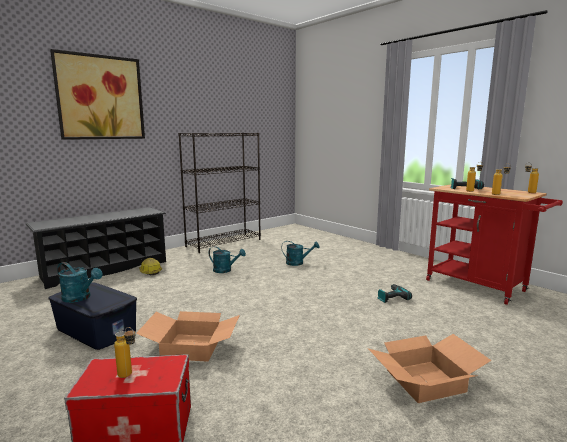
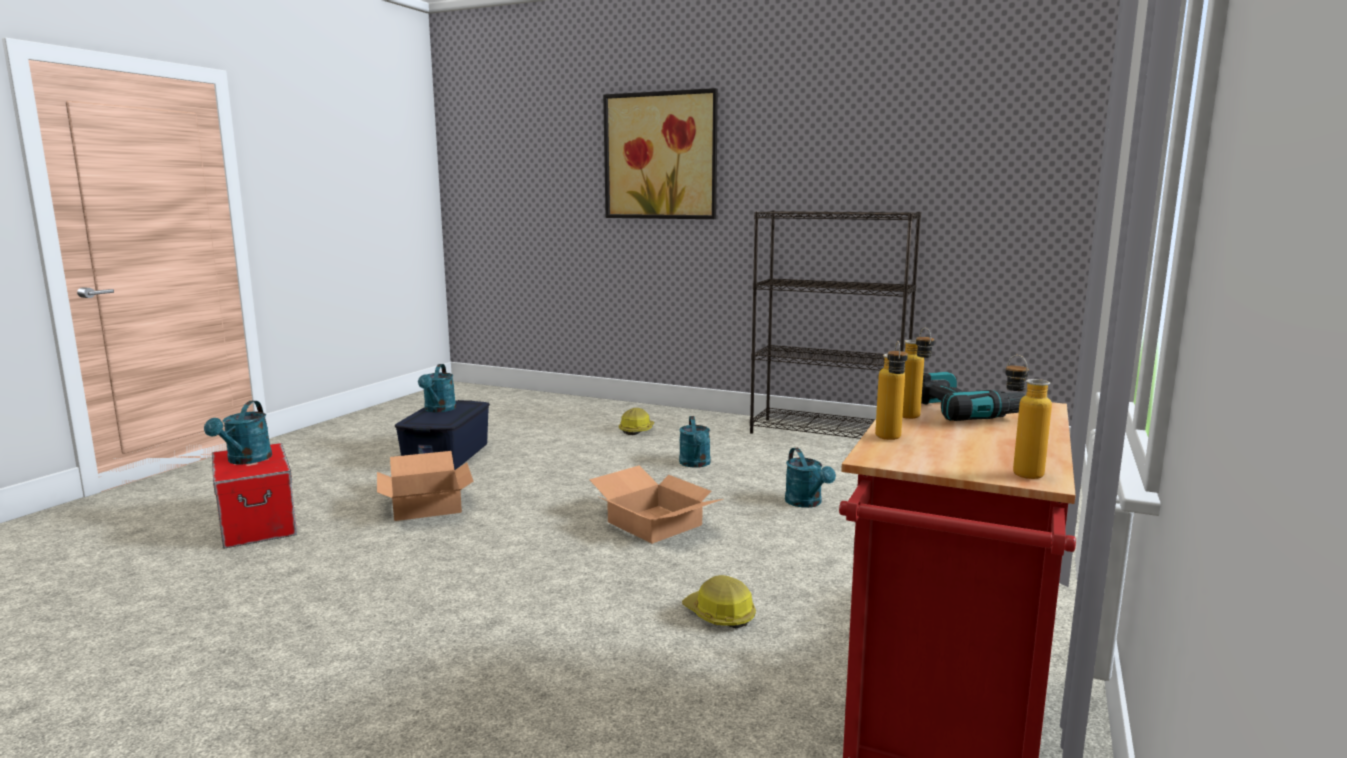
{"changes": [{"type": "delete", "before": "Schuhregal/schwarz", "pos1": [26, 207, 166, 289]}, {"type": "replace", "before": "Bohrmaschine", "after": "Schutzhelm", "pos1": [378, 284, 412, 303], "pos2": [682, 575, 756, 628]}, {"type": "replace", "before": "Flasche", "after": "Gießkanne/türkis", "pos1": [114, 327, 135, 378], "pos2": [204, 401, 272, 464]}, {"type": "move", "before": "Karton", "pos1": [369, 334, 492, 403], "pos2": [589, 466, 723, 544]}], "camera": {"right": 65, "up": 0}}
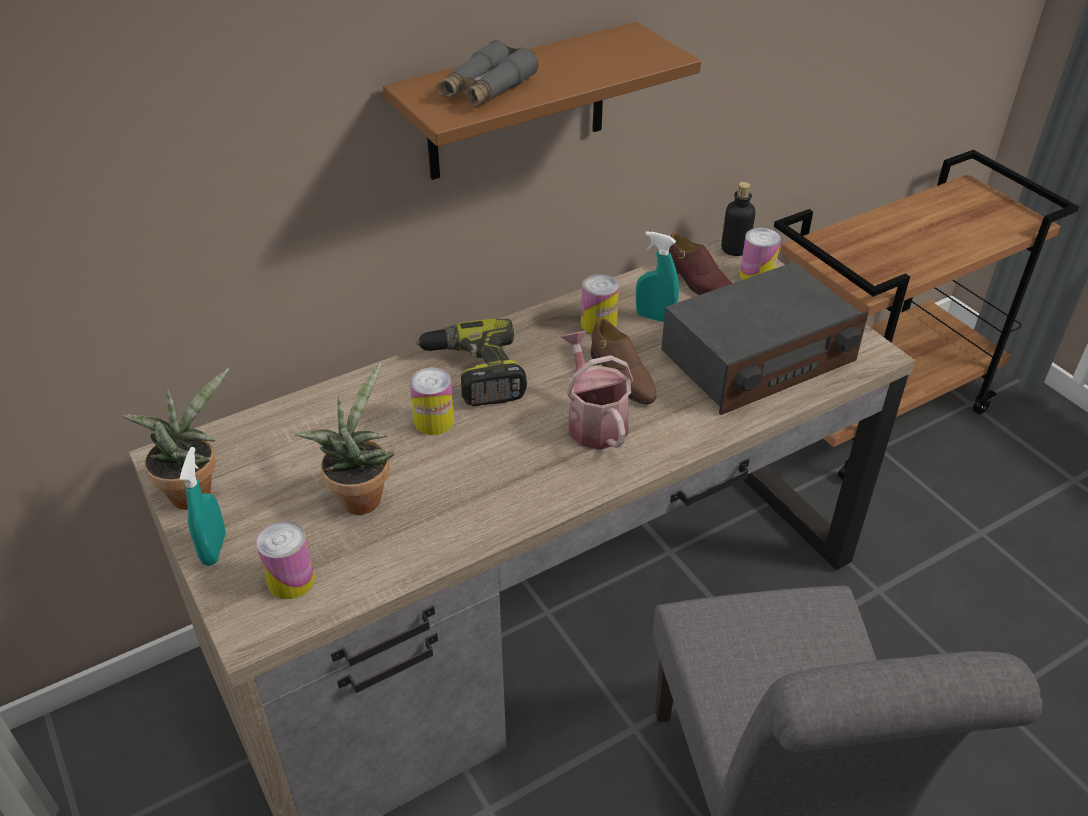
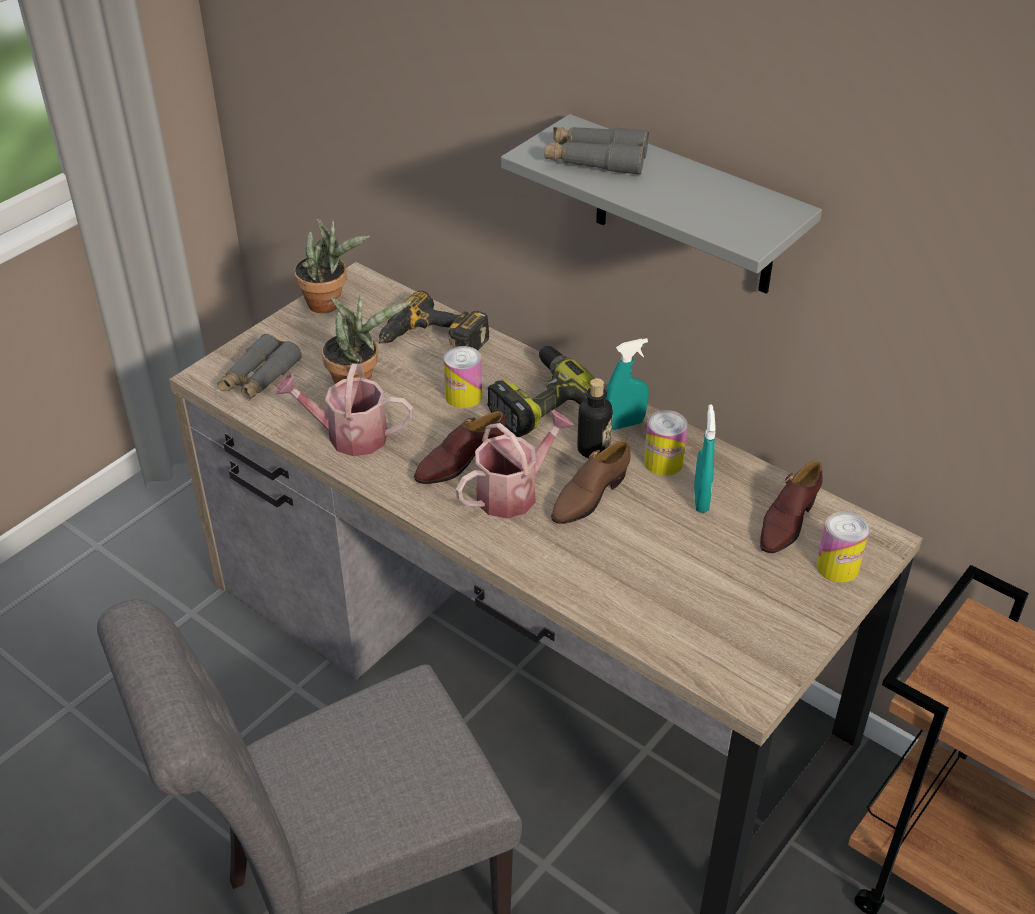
{"changes": [{"type": "recolor", "before": "Wandregal/braun", "after": "Wandregal/grau", "pos1": [383, 22, 701, 180], "pos2": [501, 114, 822, 294]}, {"type": "move", "before": "Flasche", "pos1": [721, 182, 755, 256], "pos2": [577, 378, 613, 459]}, {"type": "delete", "before": "Radio", "pos1": [661, 262, 869, 415]}, {"type": "move", "before": "Sprühflasche/türkis", "pos1": [179, 447, 226, 566], "pos2": [605, 338, 649, 430]}, {"type": "replace", "before": "Dose", "after": "Fernglas/grau", "pos1": [256, 521, 315, 599], "pos2": [217, 334, 302, 401]}, {"type": "insert", "after": "Bohrmaschine", "pos2": [379, 291, 489, 350]}, {"type": "insert", "after": "Gießkanne", "pos2": [275, 363, 413, 456]}, {"type": "insert", "after": "Schuh/braun", "pos2": [414, 411, 505, 484]}], "camera": {"right": 70, "up": 0}}
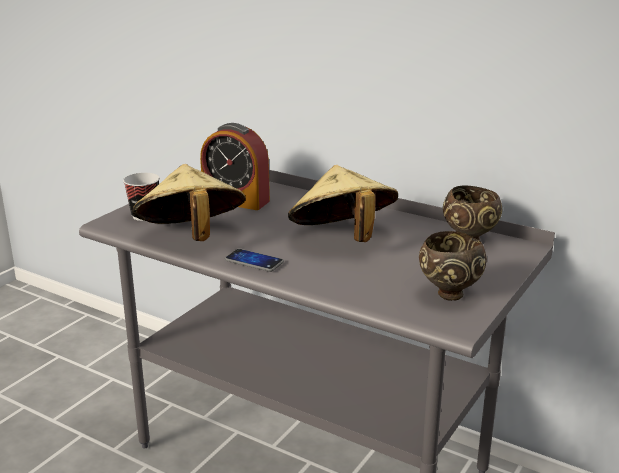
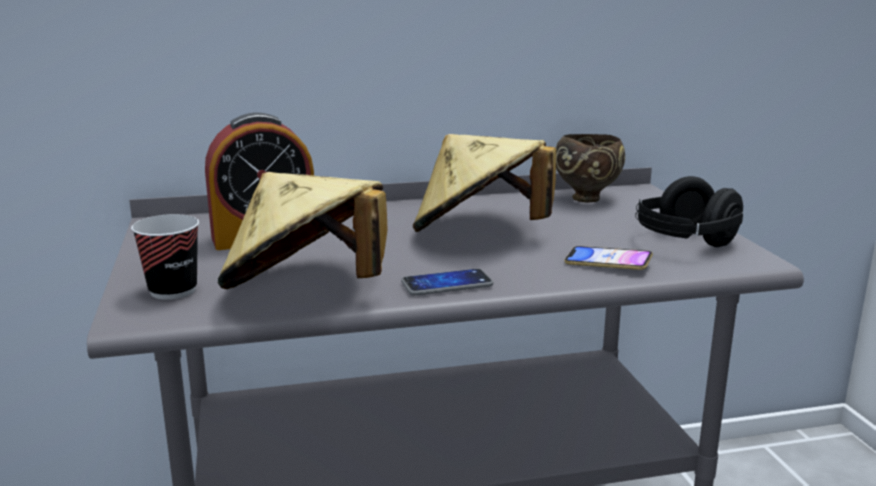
{"changes": [{"type": "replace", "before": "Schüssel/braun", "after": "Kopfhörer/schwarz", "pos1": [419, 231, 487, 301], "pos2": [635, 176, 743, 247]}, {"type": "insert", "after": "Handy", "pos2": [564, 246, 653, 270]}], "camera": {"right": -45, "up": -5}}
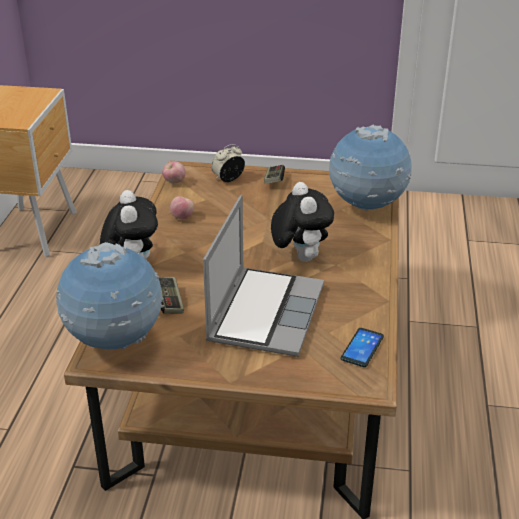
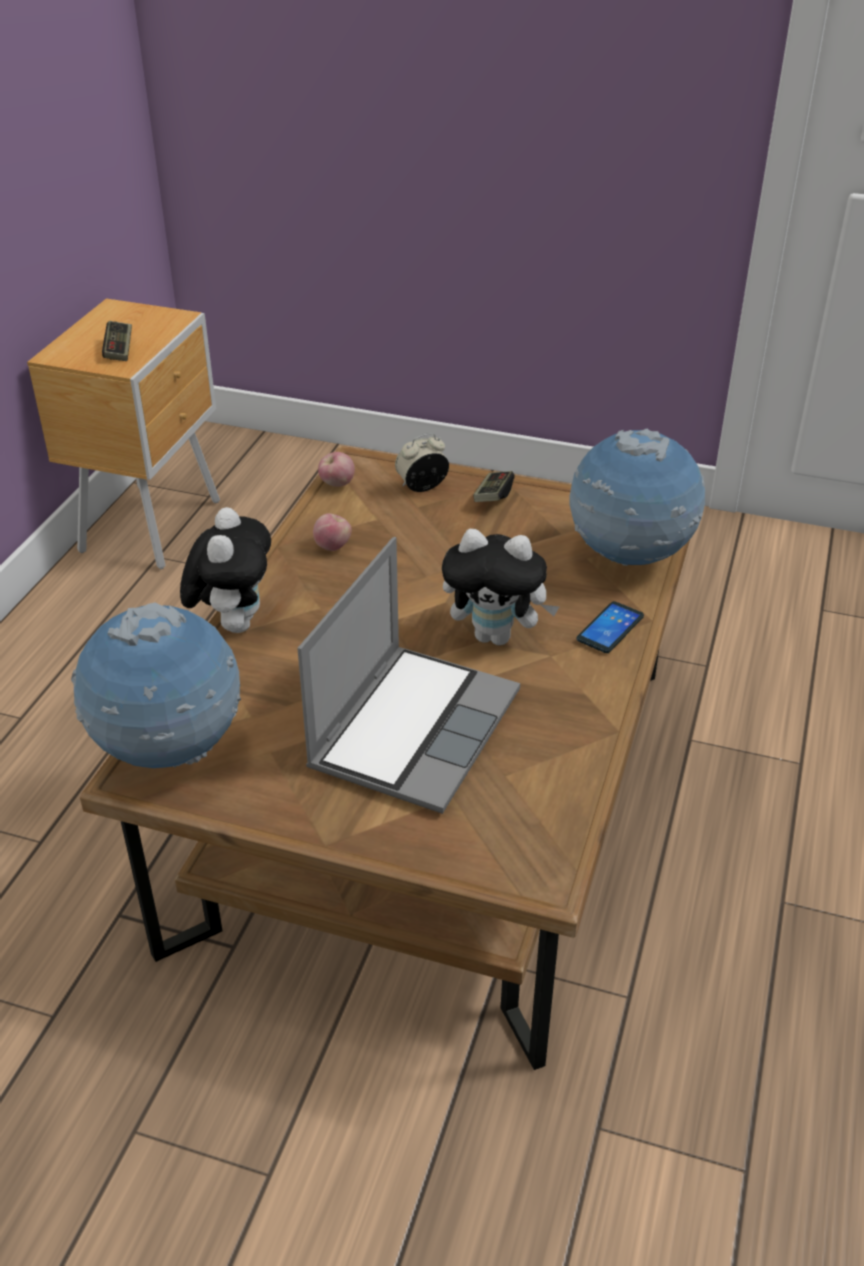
{"changes": [{"type": "rotate", "before": "Plüschtier", "pos1": [271, 182, 334, 262], "pos2": [442, 529, 559, 645], "turn": 105}, {"type": "move", "before": "Gamepad", "pos1": [159, 277, 184, 314], "pos2": [102, 321, 132, 361]}, {"type": "move", "before": "Handy", "pos1": [341, 328, 384, 367], "pos2": [576, 601, 644, 653]}], "camera": {"right": 10, "up": 5}}
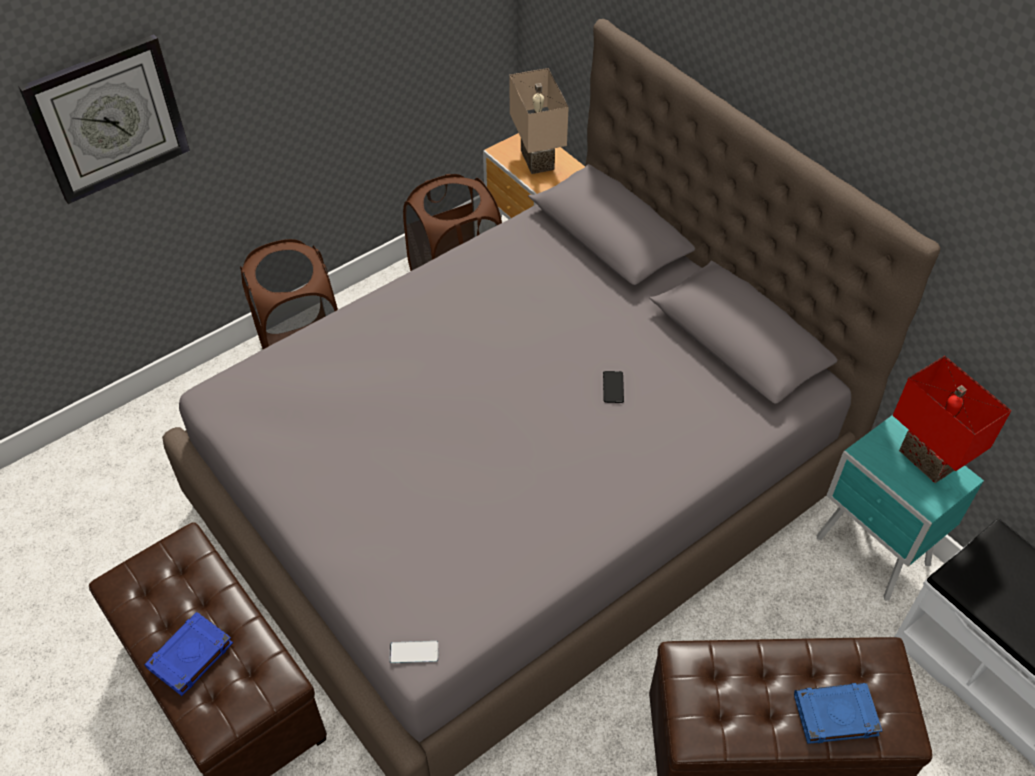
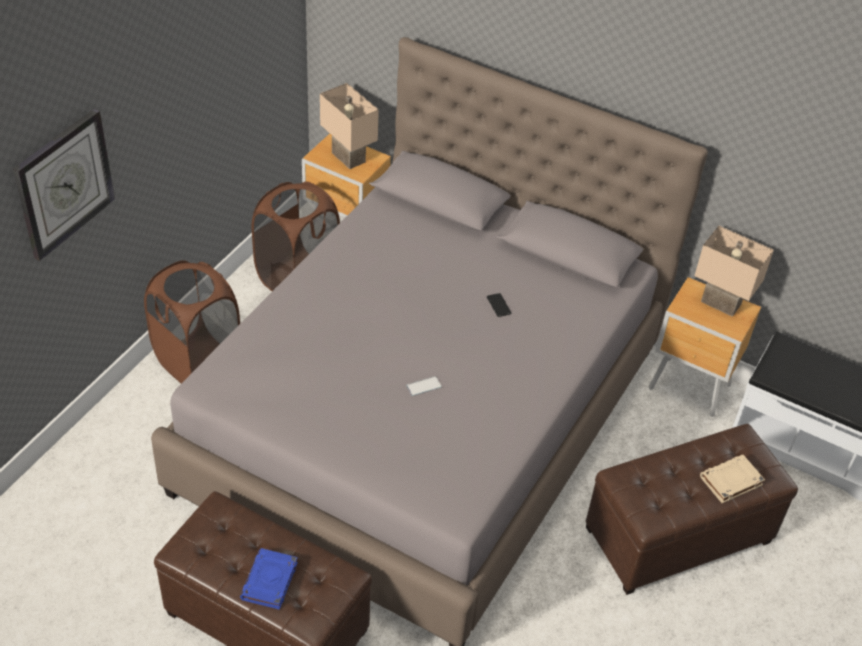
{"changes": [{"type": "recolor", "before": "Tischlampe/rot", "after": "Tischlampe/beige", "pos1": [893, 356, 1011, 483], "pos2": [695, 226, 774, 317]}, {"type": "recolor", "before": "Nachttisch/türkis", "after": "Nachttisch/braun", "pos1": [817, 415, 984, 600], "pos2": [649, 277, 761, 417]}, {"type": "move", "before": "Handy", "pos1": [389, 641, 438, 663], "pos2": [406, 376, 442, 396]}, {"type": "recolor", "before": "Buch/blau", "after": "Buch/beige", "pos1": [794, 683, 882, 744], "pos2": [700, 454, 765, 503]}], "camera": {"right": -25, "up": -5}}
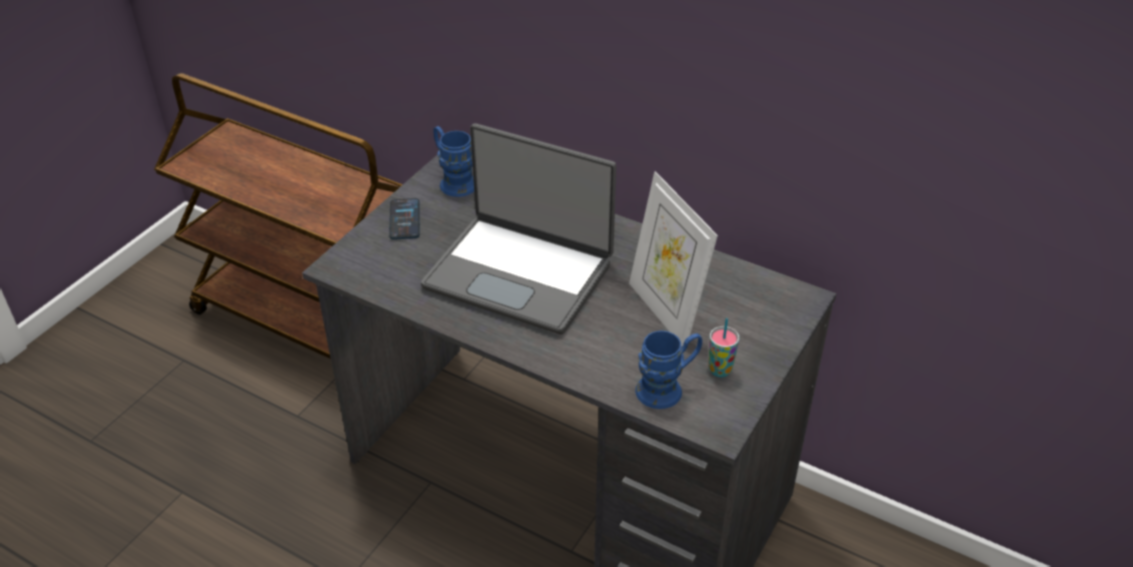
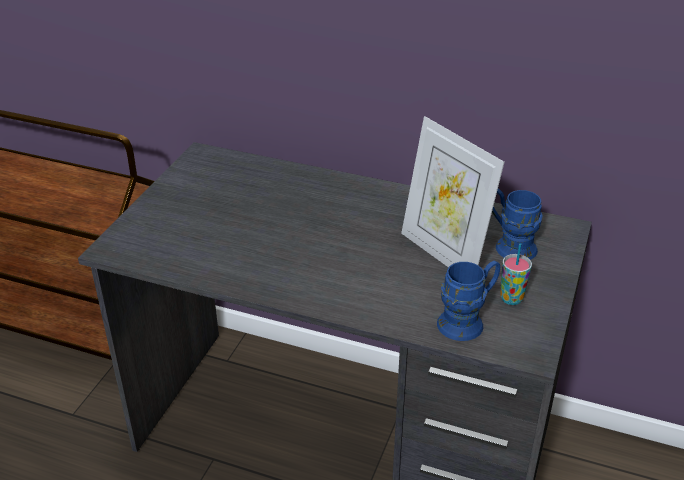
{"changes": [{"type": "delete", "before": "Laptop", "pos1": [421, 123, 617, 335]}, {"type": "move", "before": "Henkelbecher/blau", "pos1": [433, 126, 474, 197], "pos2": [492, 189, 543, 260]}, {"type": "delete", "before": "Handy", "pos1": [389, 198, 420, 240]}], "camera": {"right": -10, "up": -5}}
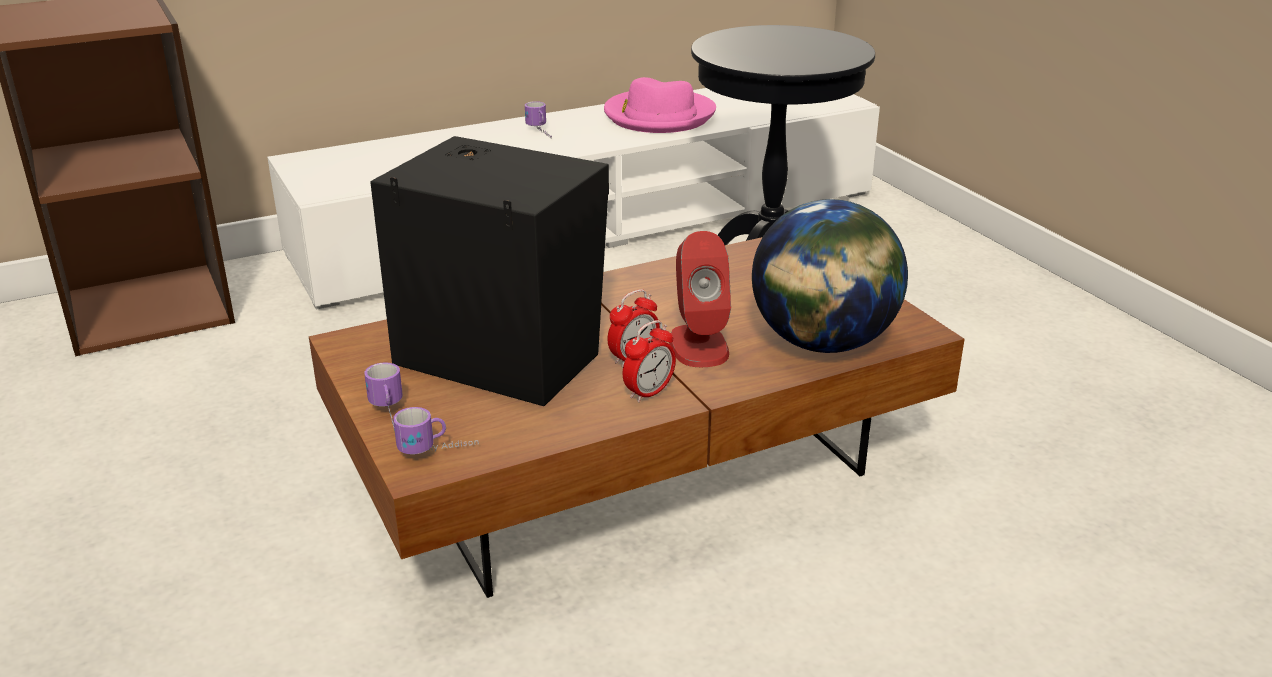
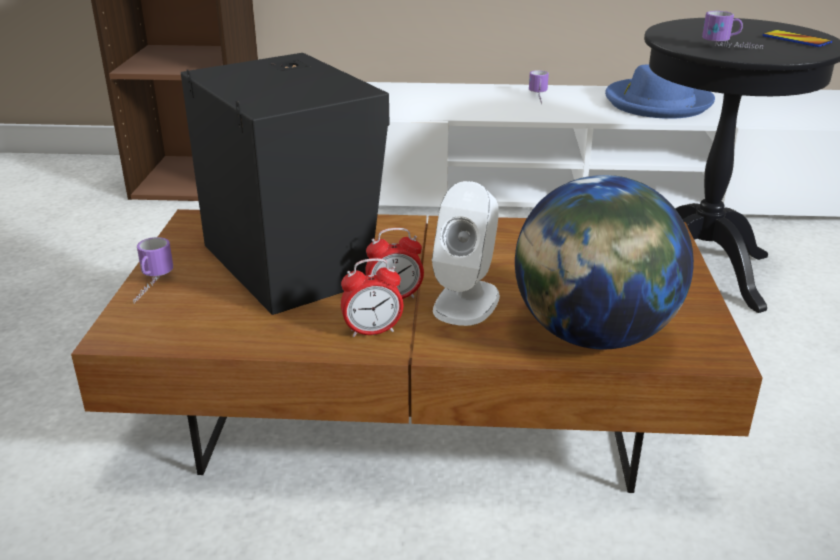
{"changes": [{"type": "recolor", "before": "Hut/rosa", "after": "Hut/blau", "pos1": [604, 77, 716, 133], "pos2": [605, 64, 715, 119]}, {"type": "recolor", "before": "Lautsprecher/rot", "after": "Lautsprecher/weiß", "pos1": [669, 231, 731, 367], "pos2": [432, 181, 500, 326]}, {"type": "move", "before": "Henkelbecher", "pos1": [393, 407, 479, 455], "pos2": [702, 11, 763, 49]}, {"type": "insert", "after": "Handy", "pos2": [763, 30, 832, 47]}], "camera": {"right": 30, "up": 0}}
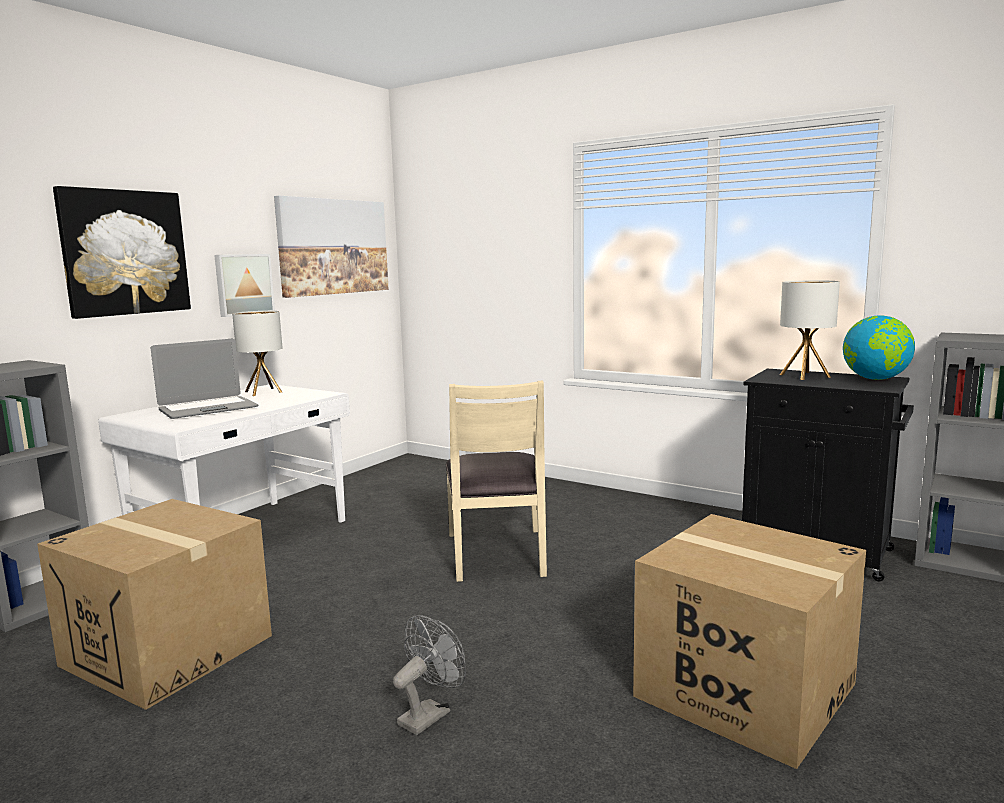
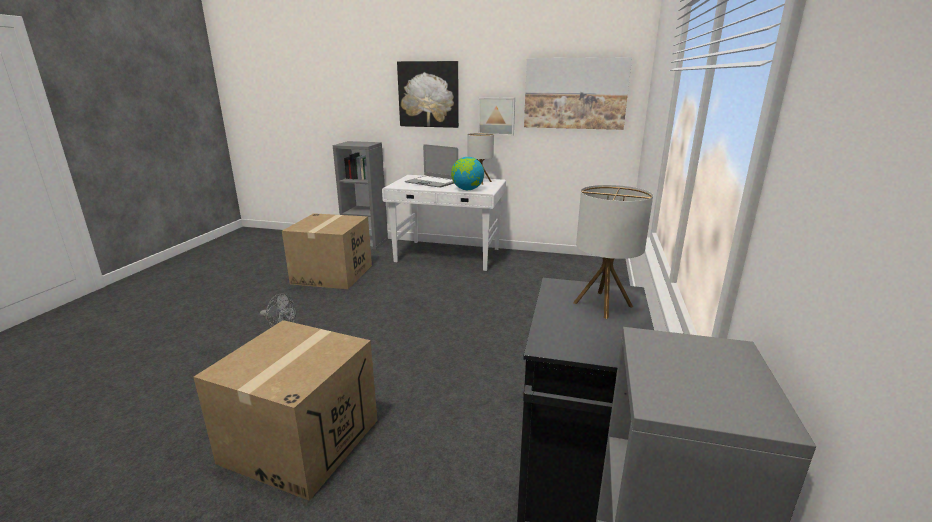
{"changes": [{"type": "move", "before": "Globus", "pos1": [843, 315, 915, 380], "pos2": [451, 157, 484, 190]}, {"type": "delete", "before": "Stuhl/beige", "pos1": [445, 381, 547, 582]}], "camera": {"right": 70, "up": 10}}
